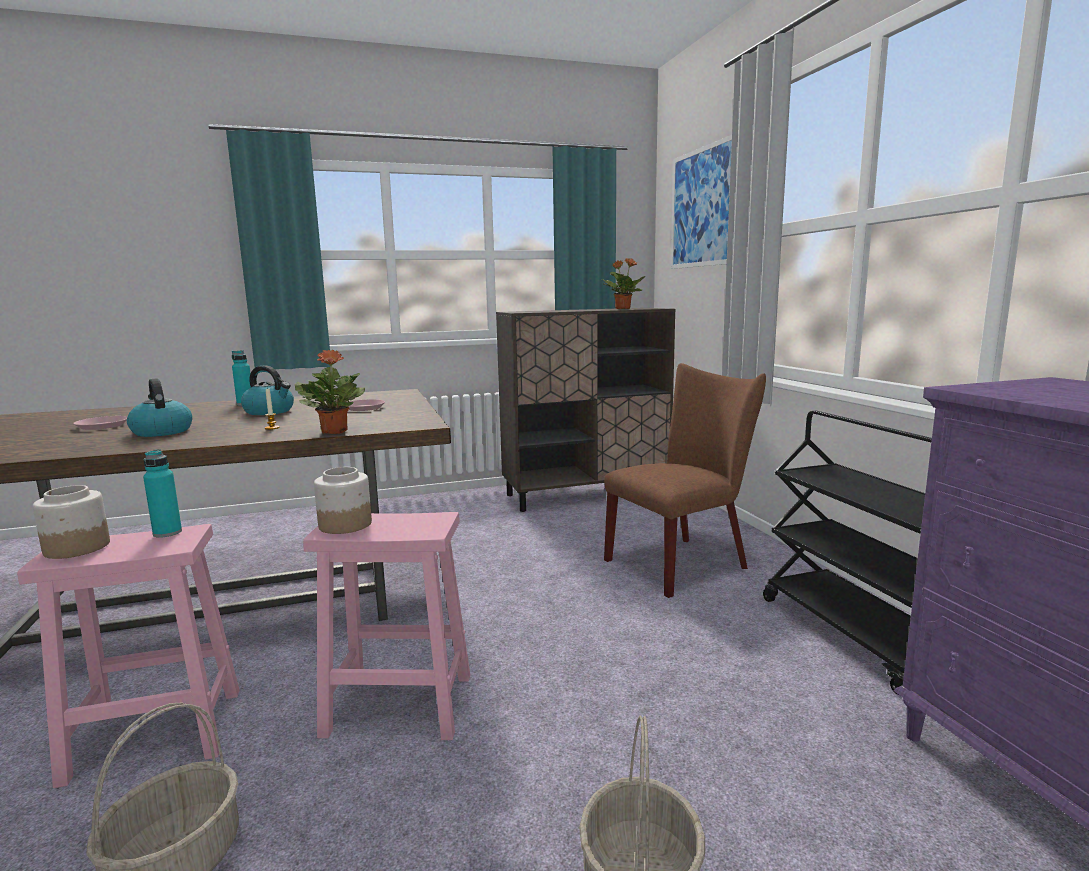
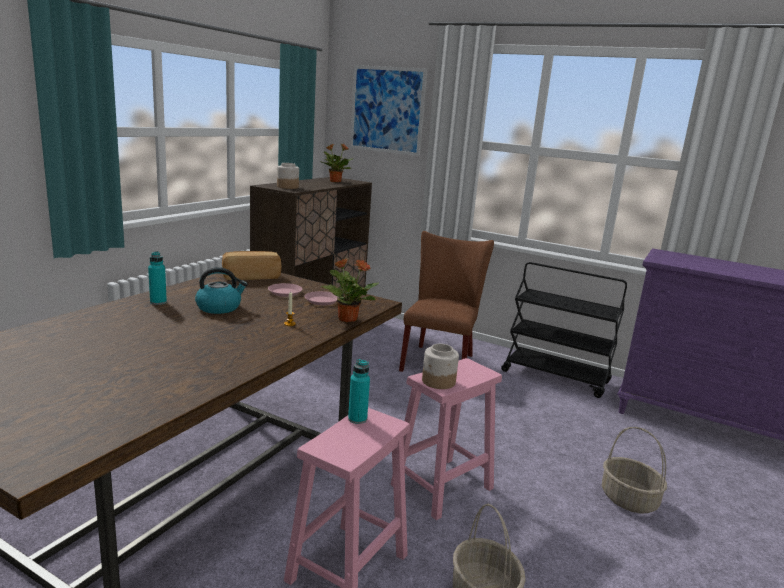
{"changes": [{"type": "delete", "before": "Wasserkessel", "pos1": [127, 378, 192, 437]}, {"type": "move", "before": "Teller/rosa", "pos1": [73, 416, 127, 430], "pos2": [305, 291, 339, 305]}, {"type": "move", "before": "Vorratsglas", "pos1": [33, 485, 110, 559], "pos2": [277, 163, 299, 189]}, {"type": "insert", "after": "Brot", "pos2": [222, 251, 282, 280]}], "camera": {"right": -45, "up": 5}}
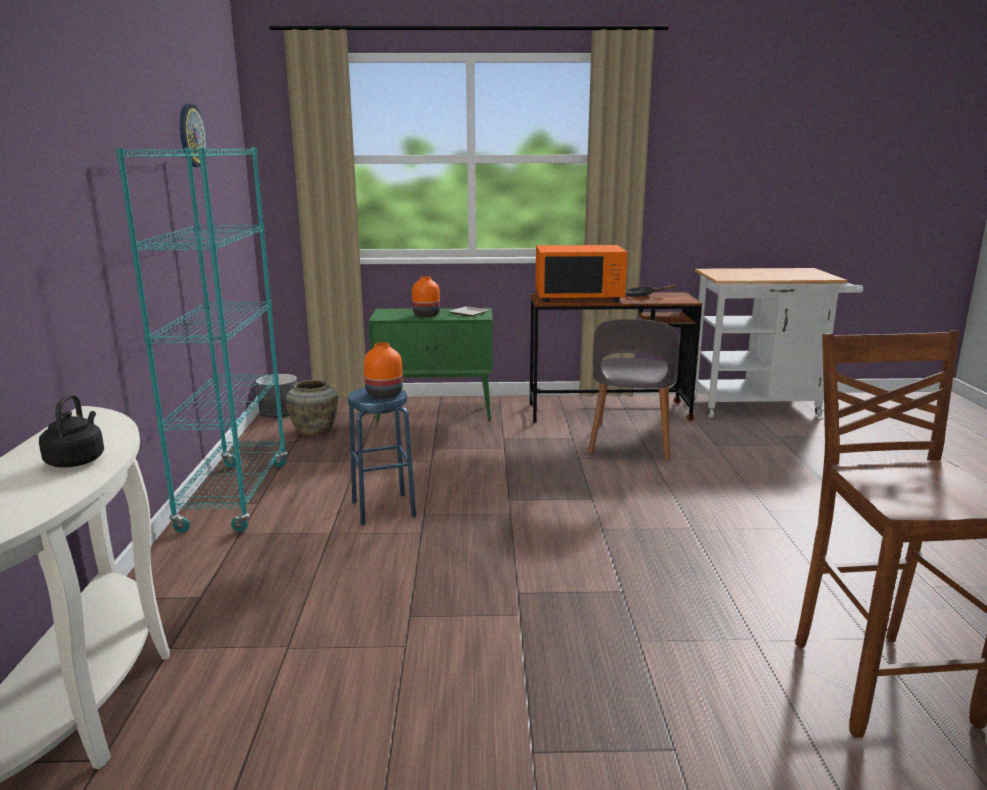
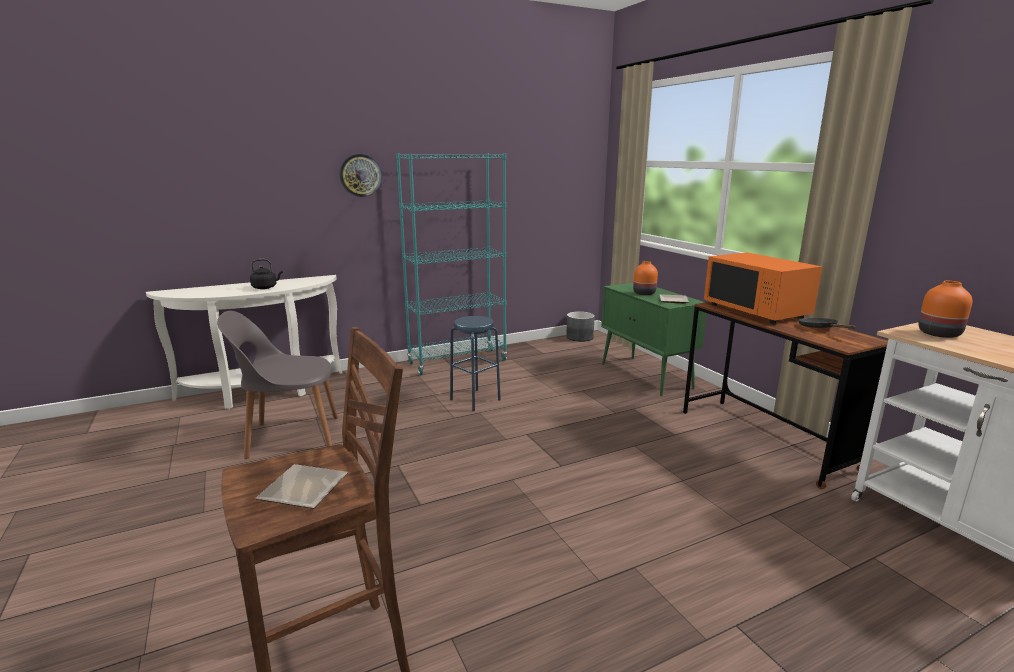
{"changes": [{"type": "move", "before": "Wanduhr", "pos1": [180, 104, 207, 167], "pos2": [339, 154, 382, 197]}, {"type": "move", "before": "Stuhl/grau", "pos1": [588, 319, 678, 460], "pos2": [217, 311, 338, 459]}, {"type": "move", "before": "Vase/orange", "pos1": [364, 342, 403, 399], "pos2": [918, 281, 972, 338]}, {"type": "delete", "before": "Vase/beige", "pos1": [286, 380, 338, 435]}, {"type": "insert", "after": "Teller", "pos2": [256, 464, 348, 509]}], "camera": {"right": 65, "up": 0}}
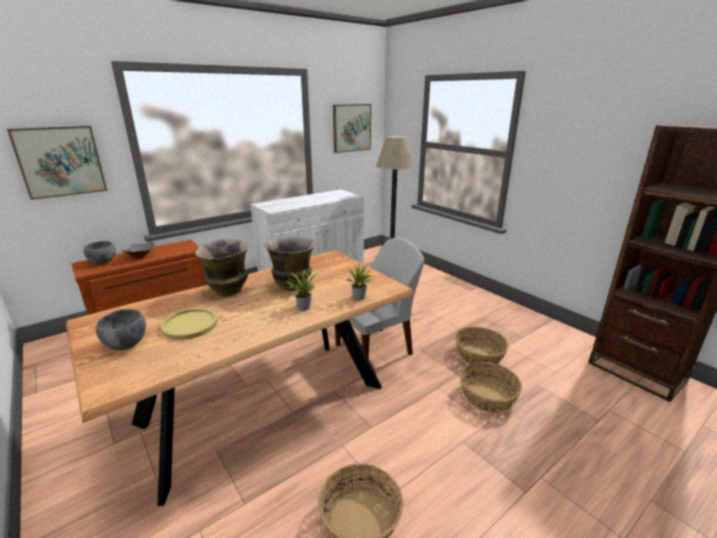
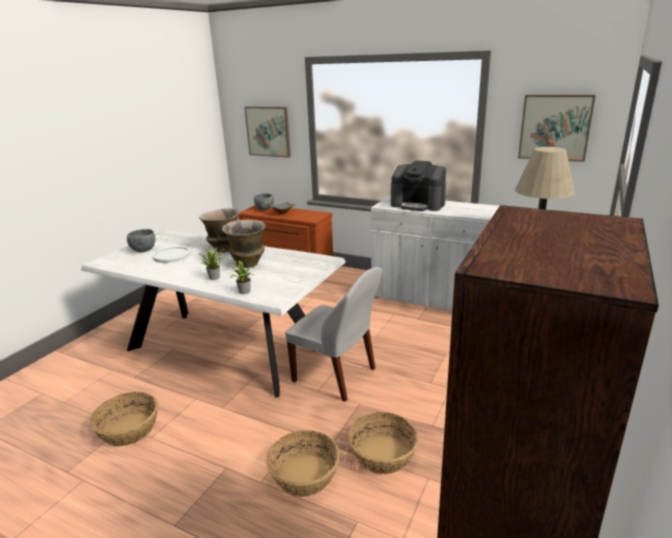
{"changes": [{"type": "recolor", "before": "Esstisch/braun", "after": "Esstisch/weiß", "pos1": [66, 250, 414, 506], "pos2": [81, 230, 346, 398]}, {"type": "recolor", "before": "Teller/gelb", "after": "Teller/weiß", "pos1": [161, 308, 218, 340], "pos2": [153, 246, 191, 263]}, {"type": "insert", "after": "Kaffeemaschine", "pos2": [391, 160, 446, 211]}], "camera": {"right": 65, "up": 0}}
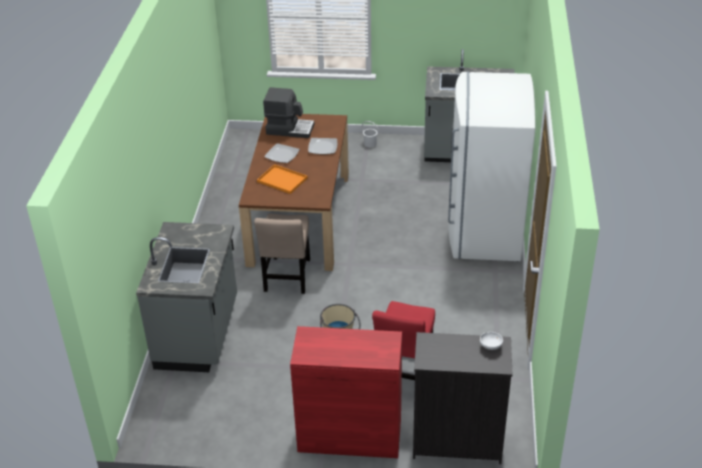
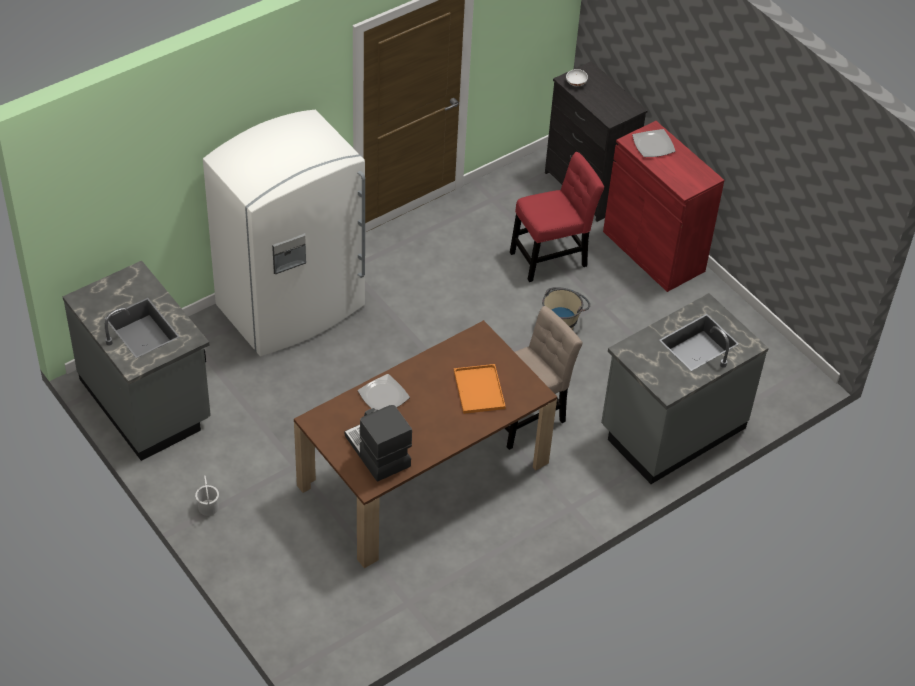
{"changes": [{"type": "move", "before": "Teller", "pos1": [264, 143, 300, 163], "pos2": [632, 129, 675, 157]}], "camera": {"right": -135, "up": 10}}
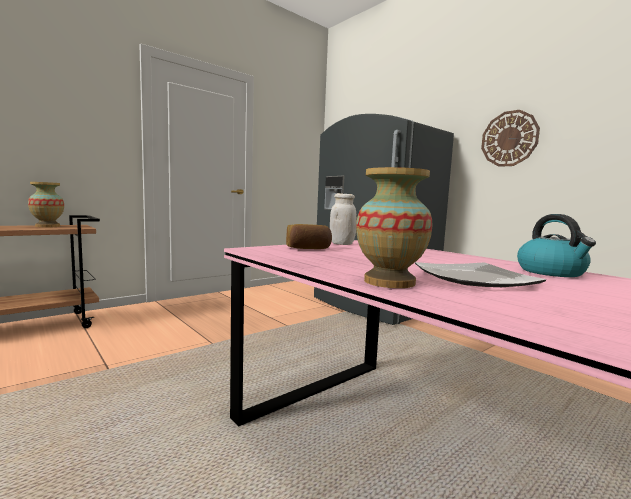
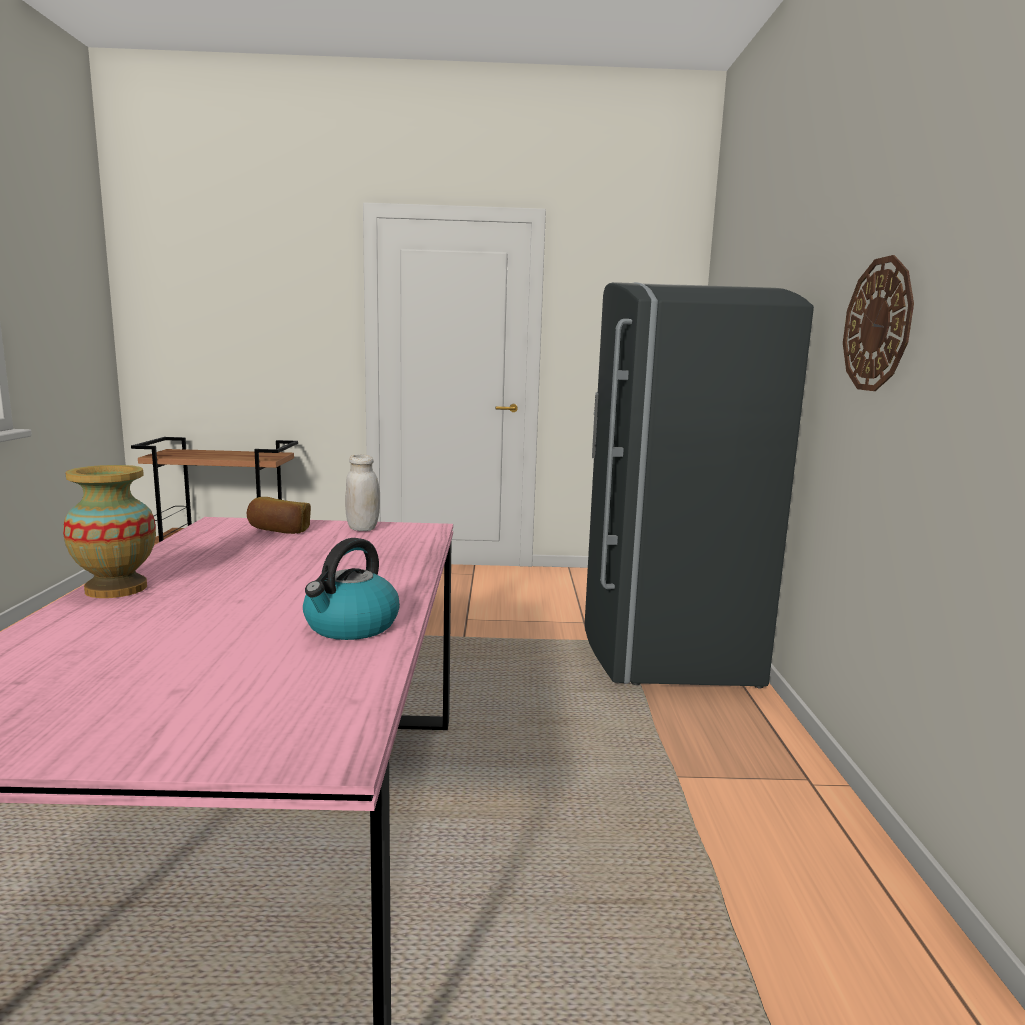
{"changes": [{"type": "delete", "before": "Vase", "pos1": [28, 182, 64, 228]}, {"type": "delete", "before": "Teller", "pos1": [415, 262, 546, 287]}], "camera": {"right": 40, "up": 5}}
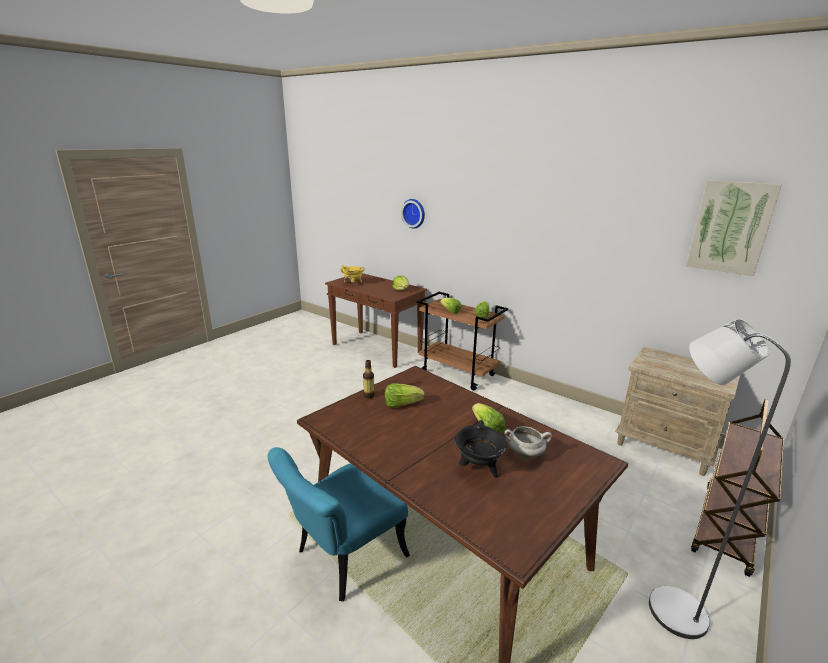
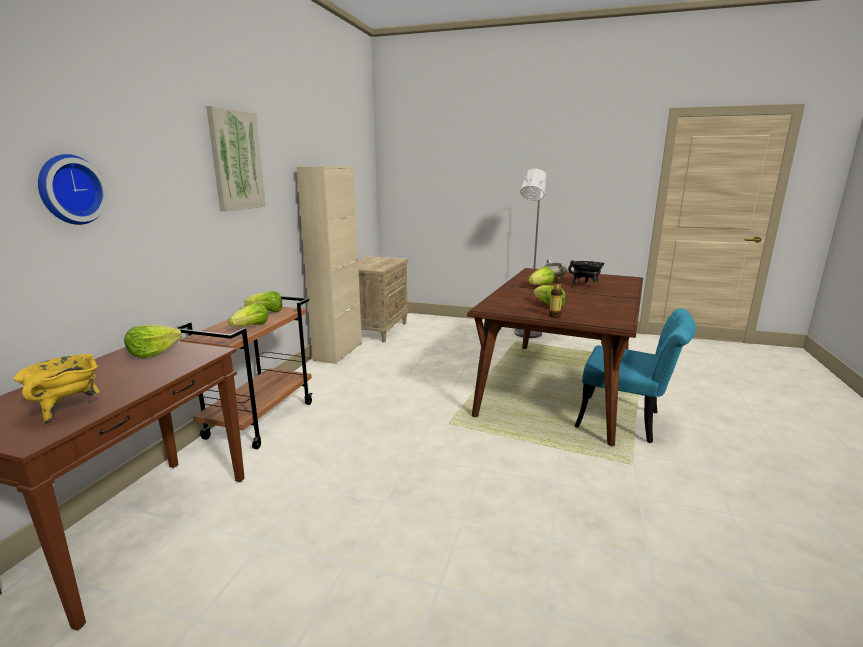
{"changes": [{"type": "move", "before": "Bild", "pos1": [686, 180, 782, 276], "pos2": [206, 106, 266, 211]}, {"type": "delete", "before": "Rollwagen/braun", "pos1": [691, 399, 784, 577]}, {"type": "insert", "after": "Schrank/beige", "pos2": [297, 166, 362, 364]}], "camera": {"right": -110, "up": -5}}
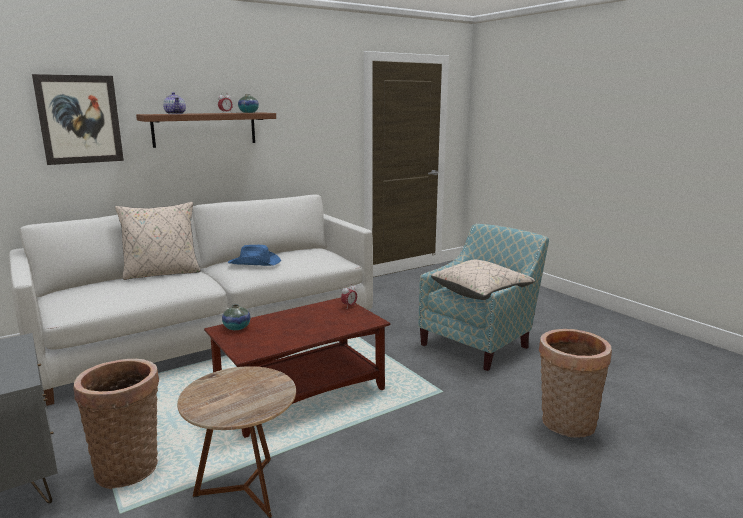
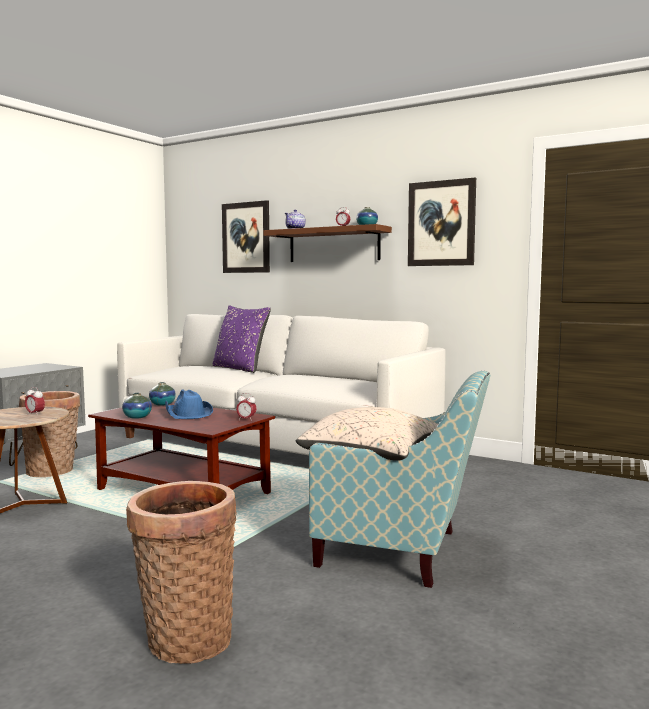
{"changes": [{"type": "recolor", "before": "Kissen/beige", "after": "Kissen/lila", "pos1": [115, 202, 201, 280], "pos2": [213, 305, 271, 373]}, {"type": "move", "before": "Hut/blau", "pos1": [228, 245, 281, 266], "pos2": [165, 389, 213, 419]}, {"type": "insert", "after": "Bild", "pos2": [408, 178, 476, 266]}, {"type": "insert", "after": "Wecker", "pos2": [25, 387, 45, 416]}, {"type": "insert", "after": "Vase", "pos2": [122, 393, 152, 419]}], "camera": {"right": 65, "up": -10}}
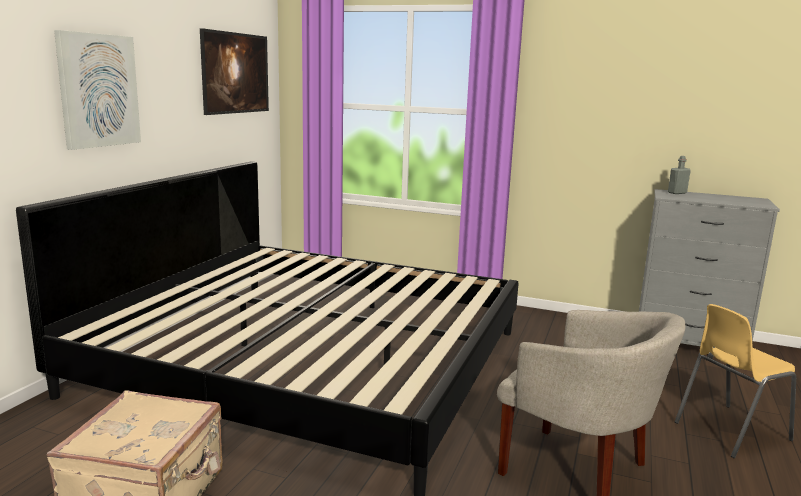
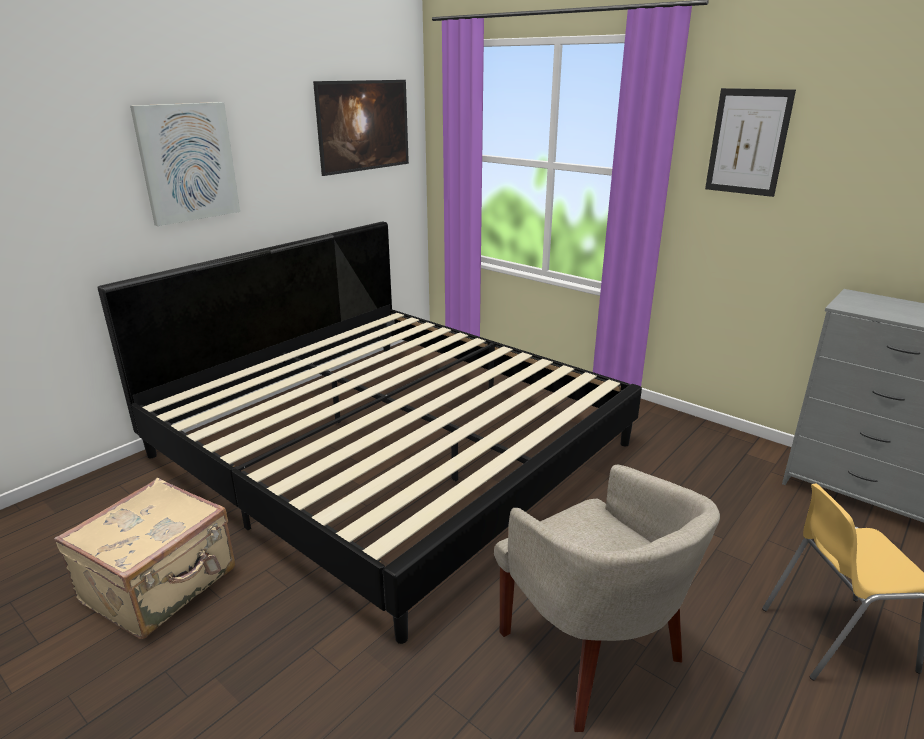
{"changes": [{"type": "delete", "before": "Flasche/grau", "pos1": [668, 156, 691, 194]}, {"type": "insert", "after": "Bild", "pos2": [705, 88, 796, 197]}], "camera": {"right": 20, "up": 10}}
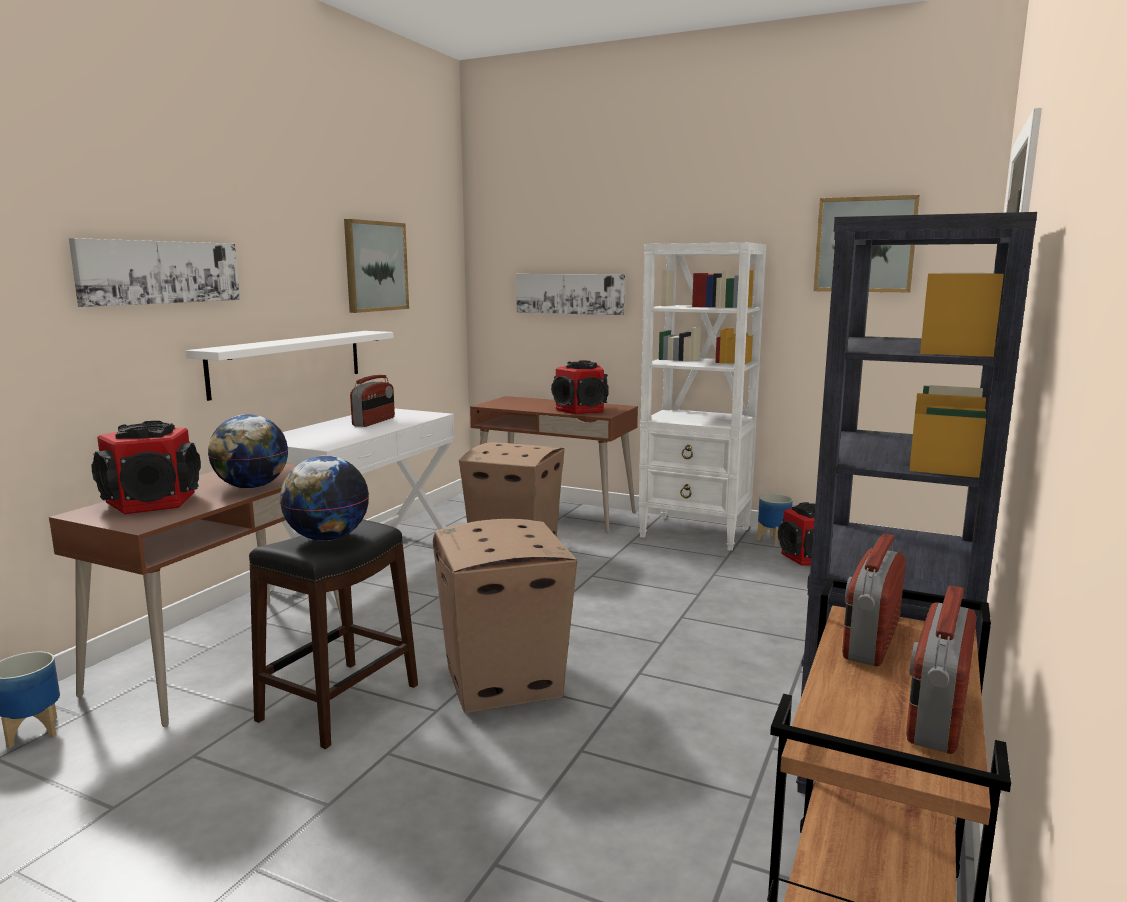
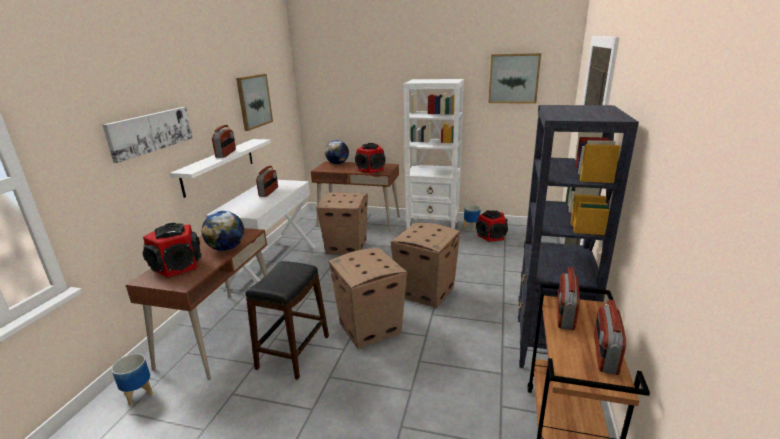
{"changes": [{"type": "delete", "before": "Bild", "pos1": [516, 274, 625, 315]}, {"type": "move", "before": "Globus", "pos1": [280, 455, 369, 541], "pos2": [325, 140, 349, 164]}, {"type": "insert", "after": "Radio", "pos2": [212, 125, 236, 158]}, {"type": "insert", "after": "Karton", "pos2": [391, 223, 460, 308]}], "camera": {"right": -10, "up": 10}}
